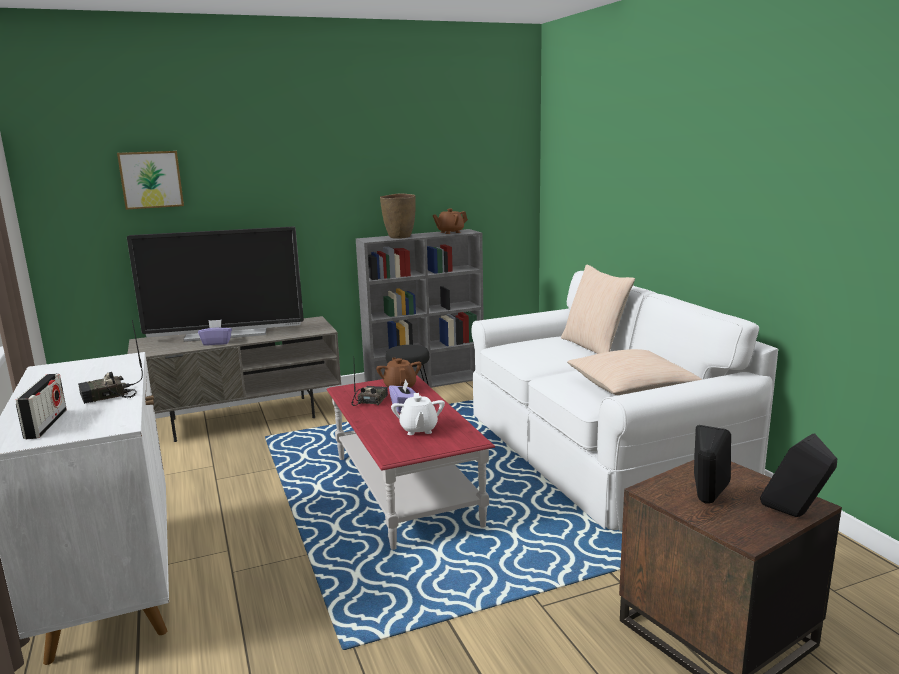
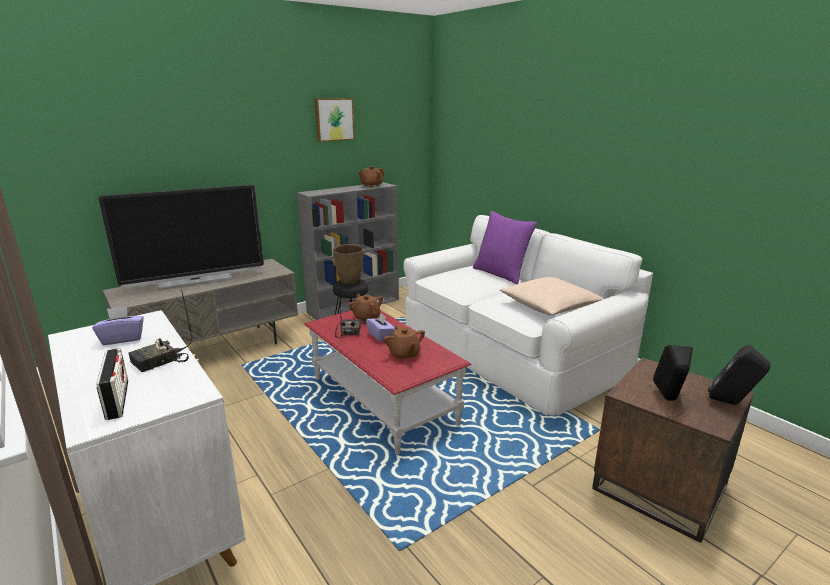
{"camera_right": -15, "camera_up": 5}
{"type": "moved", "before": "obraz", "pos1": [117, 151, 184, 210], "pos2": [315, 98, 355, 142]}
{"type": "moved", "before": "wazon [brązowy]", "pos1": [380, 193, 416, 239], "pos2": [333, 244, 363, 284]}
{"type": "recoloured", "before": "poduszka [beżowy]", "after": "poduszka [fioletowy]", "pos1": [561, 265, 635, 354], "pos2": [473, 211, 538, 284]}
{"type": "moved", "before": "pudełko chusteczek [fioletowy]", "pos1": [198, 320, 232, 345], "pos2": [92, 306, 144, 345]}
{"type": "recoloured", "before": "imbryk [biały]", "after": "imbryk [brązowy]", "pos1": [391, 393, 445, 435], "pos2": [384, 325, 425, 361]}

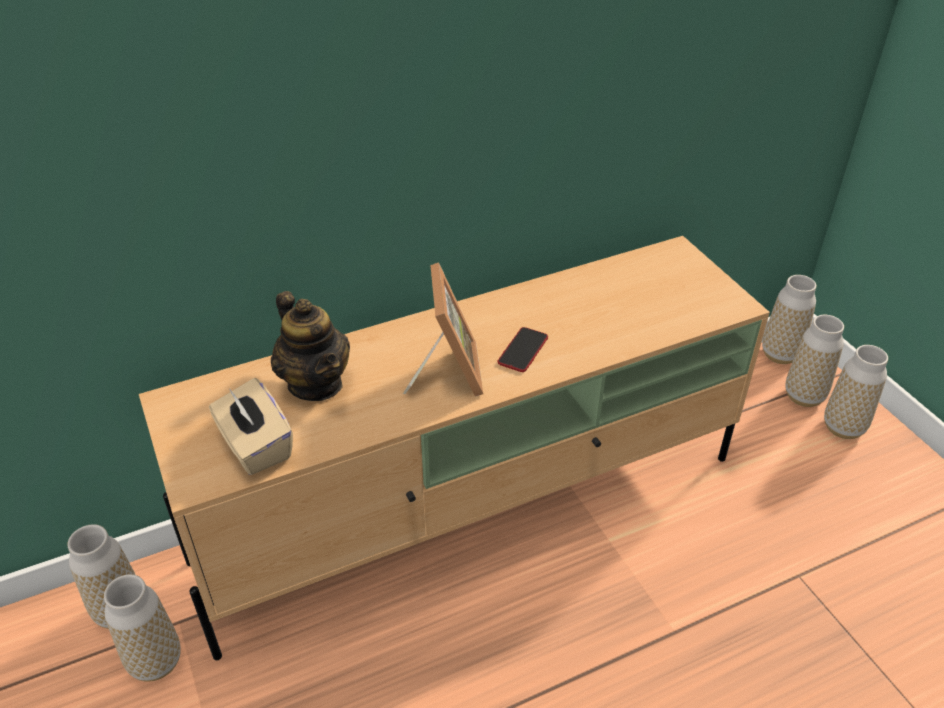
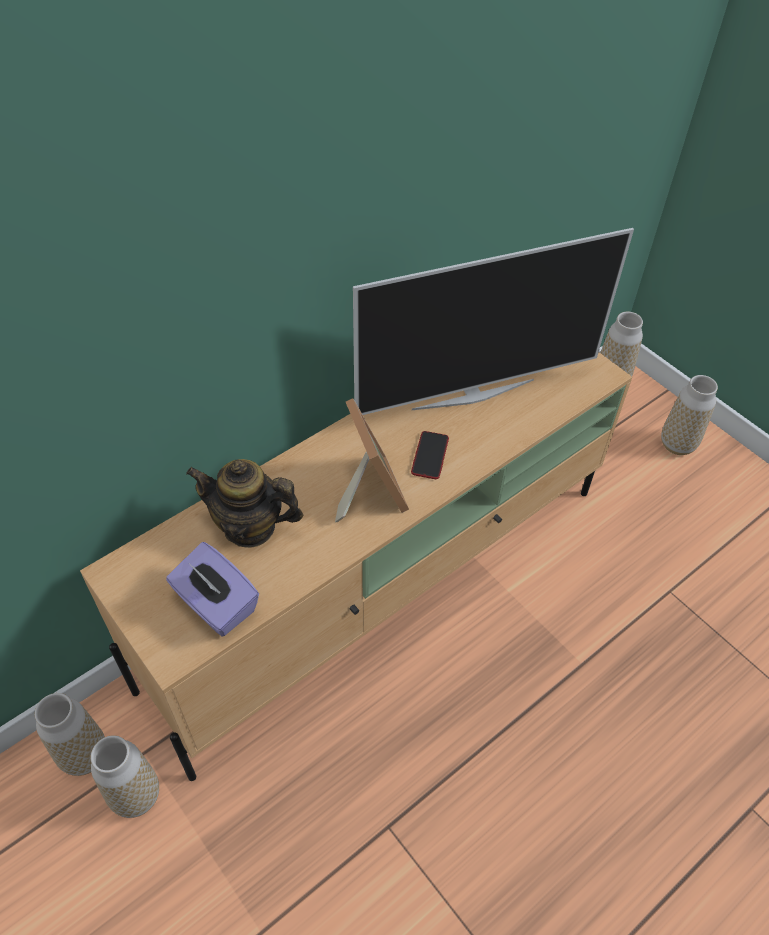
{"camera_right": -15, "camera_up": 10}
{"type": "turned", "before": "imbryk", "pos1": [271, 291, 350, 401], "pos2": [186, 459, 304, 548], "turn": 150}
{"type": "removed", "before": "wazon", "pos1": [785, 315, 844, 407]}
{"type": "recoloured", "before": "pudełko chusteczek [beżowy]", "after": "pudełko chusteczek [fioletowy]", "pos1": [209, 378, 293, 475], "pos2": [166, 542, 259, 637]}
{"type": "added", "after": "telewizor", "pos2": [353, 228, 634, 415]}

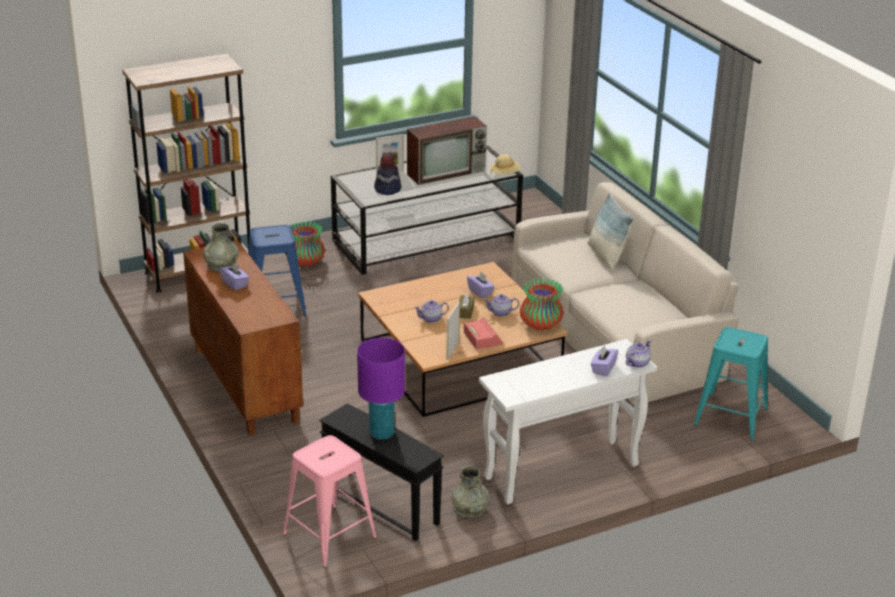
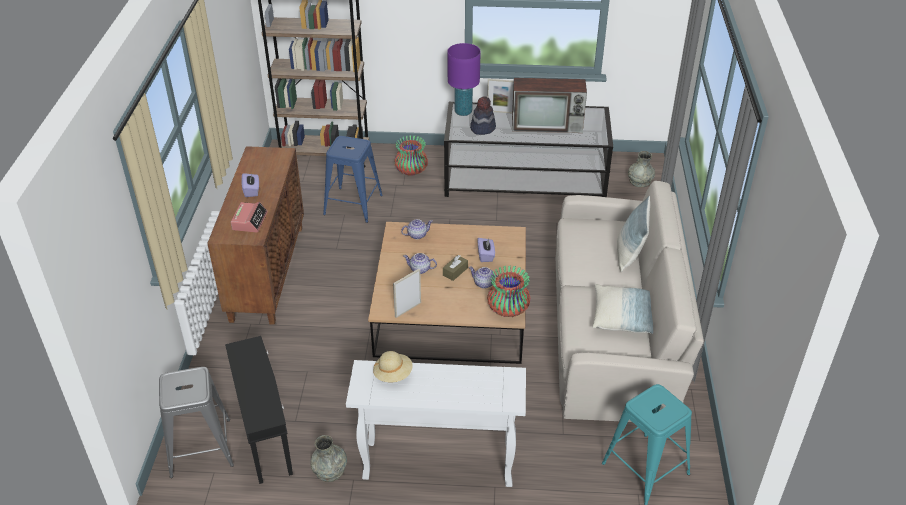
{"camera_right": 30, "camera_up": 10}
{"type": "moved", "before": "kapelusz [beżowy]", "pos1": [491, 154, 521, 174], "pos2": [373, 351, 413, 382]}
{"type": "moved", "before": "wazon [szary]", "pos1": [203, 223, 239, 272], "pos2": [628, 151, 655, 187]}
{"type": "moved", "before": "budzik", "pos1": [464, 317, 503, 349], "pos2": [231, 202, 268, 232]}
{"type": "moved", "before": "lampa stołowa [fioletowy]", "pos1": [357, 338, 405, 440], "pos2": [447, 43, 481, 116]}
{"type": "moved", "before": "imbryk", "pos1": [626, 340, 651, 368], "pos2": [401, 219, 432, 239]}
{"type": "removed", "before": "pudełko chusteczek [fioletowy]", "pos1": [591, 345, 618, 376]}
{"type": "recoloured", "before": "stołek [różowy]", "after": "stołek [szary]", "pos1": [282, 435, 377, 567], "pos2": [159, 367, 234, 478]}
{"type": "added", "after": "poduszka", "pos2": [592, 284, 653, 334]}

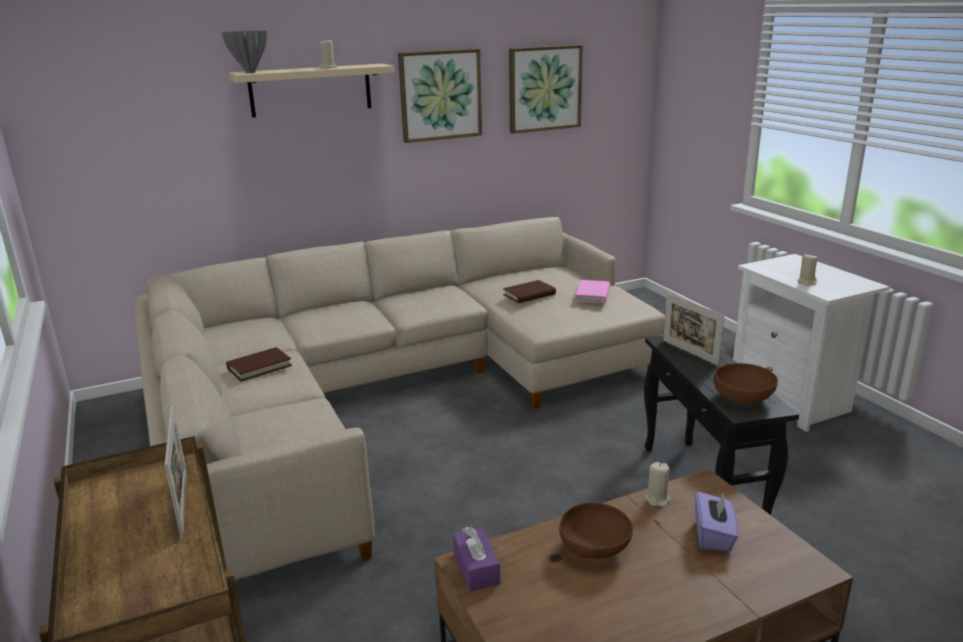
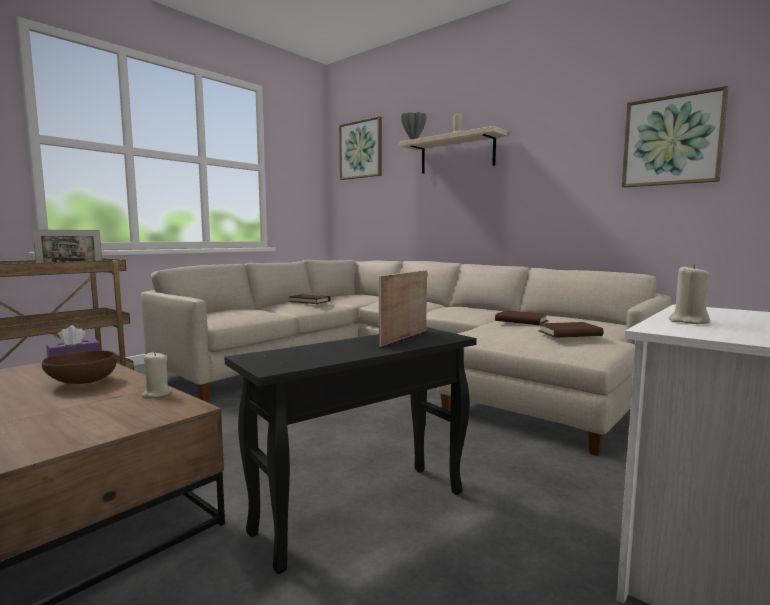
{"camera_right": 65, "camera_up": -15}
{"type": "moved", "before": "obraz", "pos1": [398, 49, 482, 143], "pos2": [339, 116, 382, 180]}
{"type": "recoloured", "before": "książka [różowy]", "after": "książka [brązowy]", "pos1": [575, 280, 610, 303], "pos2": [538, 322, 603, 338]}
{"type": "removed", "before": "miska [brązowy]", "pos1": [713, 363, 778, 405]}
{"type": "removed", "before": "pudełko chusteczek [fioletowy]", "pos1": [695, 491, 738, 552]}

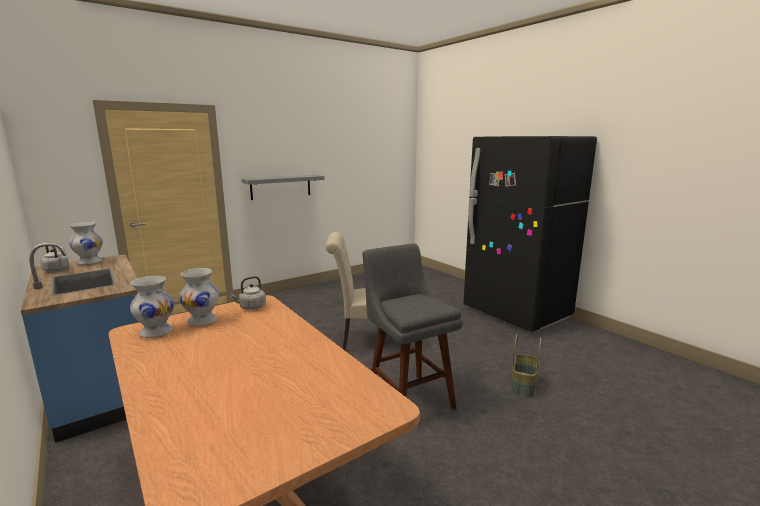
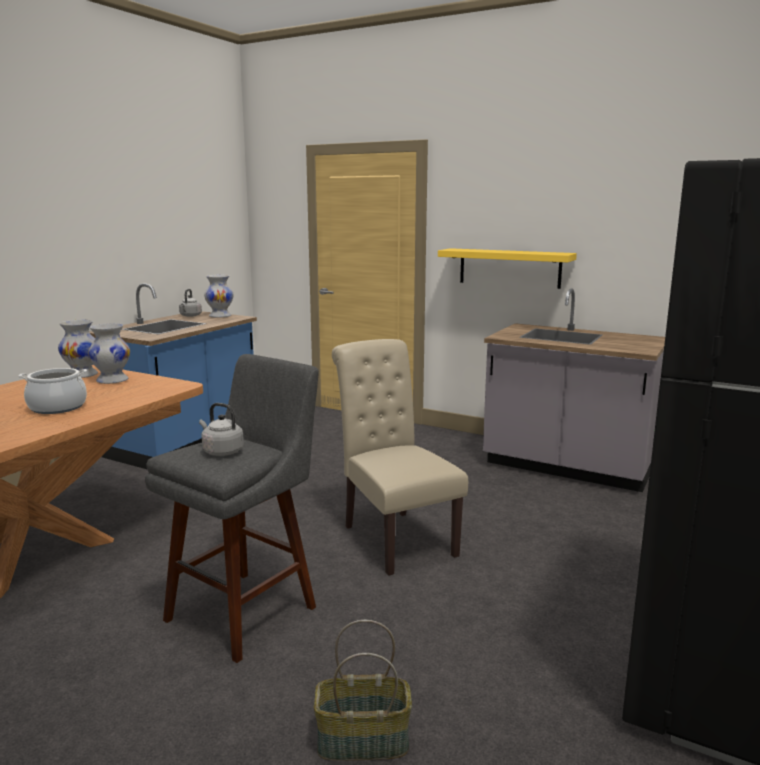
{"camera_right": 65, "camera_up": 0}
{"type": "recoloured", "before": "półka [szary]", "after": "półka [żółty]", "pos1": [241, 175, 324, 200], "pos2": [438, 248, 577, 289]}
{"type": "moved", "before": "czajnik [szary]", "pos1": [230, 276, 266, 310], "pos2": [199, 403, 244, 456]}
{"type": "added", "after": "zabudowa kuchenna [szary]", "pos2": [483, 288, 665, 492]}
{"type": "added", "after": "garnek", "pos2": [18, 368, 87, 414]}

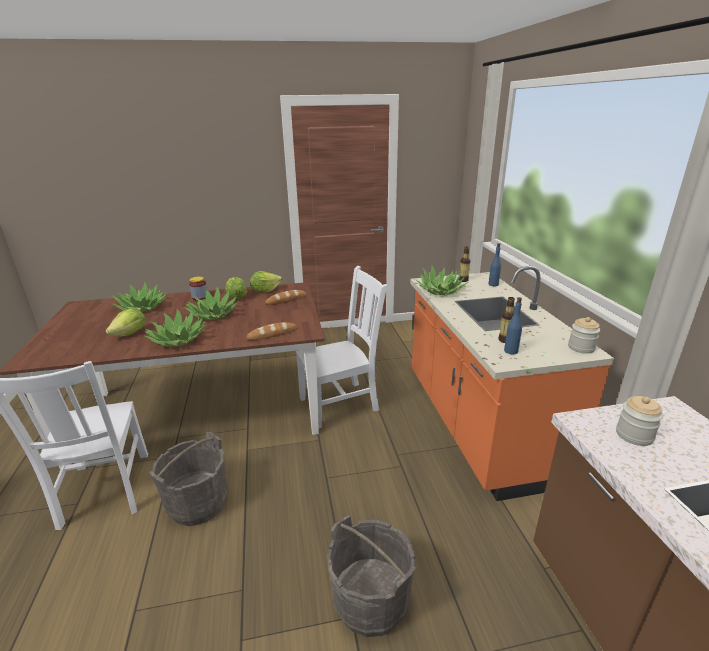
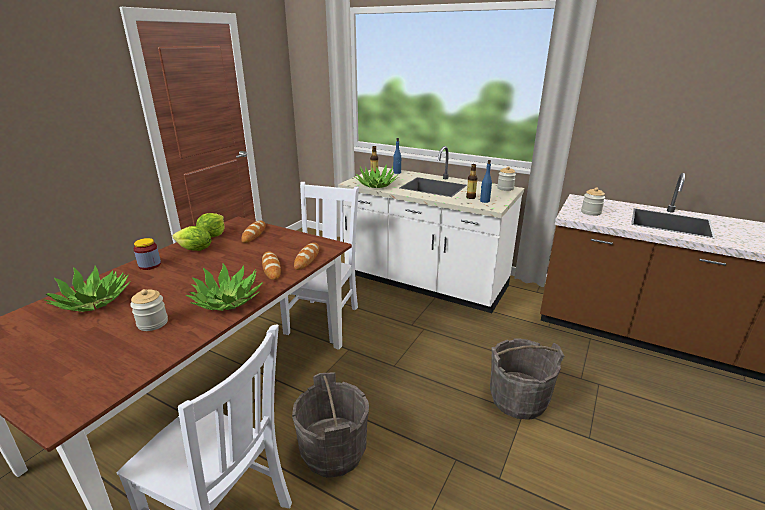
{"camera_right": -50, "camera_up": 0}
{"type": "recoloured", "before": "zabudowa kuchenna [pomarańczowy]", "after": "zabudowa kuchenna [biały]", "pos1": [410, 266, 614, 501], "pos2": [338, 146, 524, 313]}
{"type": "removed", "before": "roślina doniczkowa", "pos1": [184, 287, 239, 320]}
{"type": "replaced", "before": "sałata", "after": "słoik", "pos1": [105, 308, 145, 336], "pos2": [130, 289, 168, 331]}
{"type": "added", "after": "chleb", "pos2": [262, 251, 281, 280]}

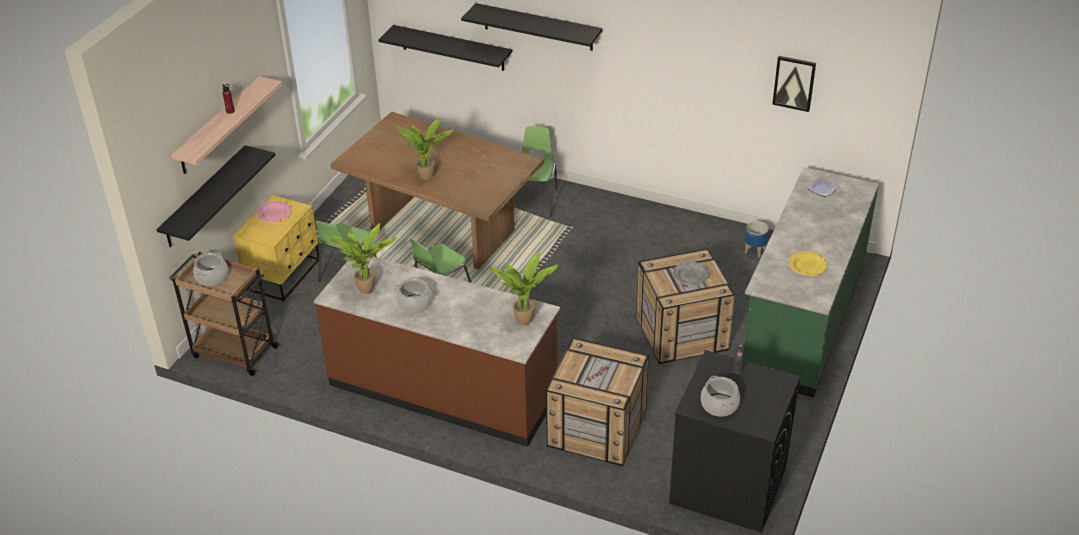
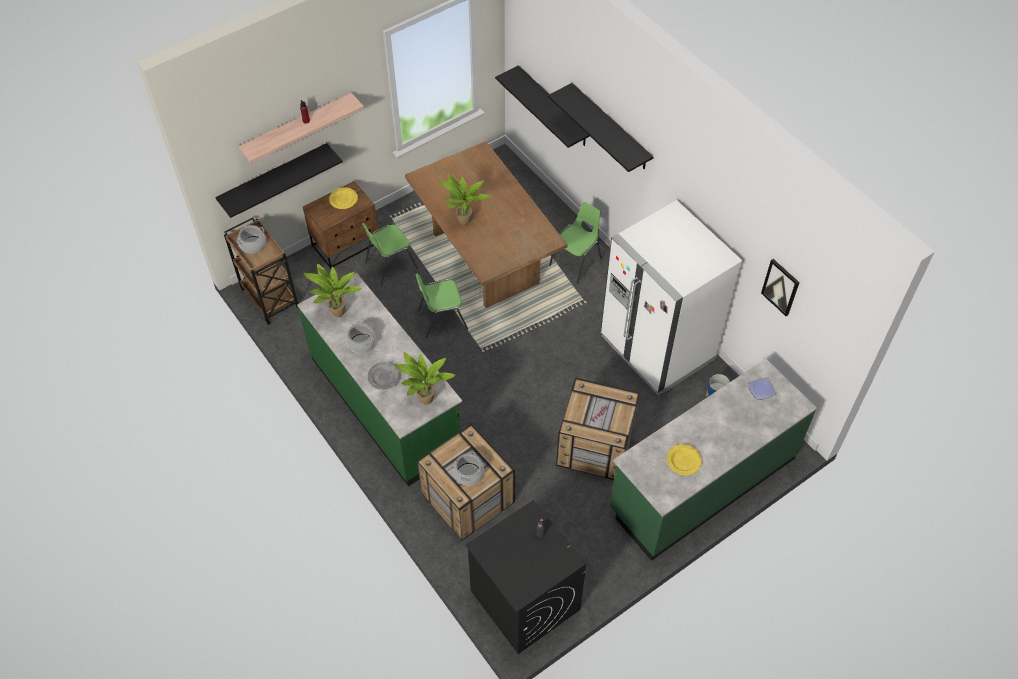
{"camera_right": 30, "camera_up": 15}
{"type": "recoloured", "before": "szafka nocna [żółty]", "after": "szafka nocna [brązowy]", "pos1": [233, 195, 319, 302], "pos2": [303, 181, 378, 269]}
{"type": "recoloured", "before": "talerz [różowy]", "after": "talerz [żółty]", "pos1": [257, 201, 291, 222], "pos2": [329, 187, 358, 209]}
{"type": "recoloured", "before": "zabudowa kuchenna [brązowy]", "after": "zabudowa kuchenna [zielony]", "pos1": [314, 255, 560, 447], "pos2": [297, 273, 462, 486]}
{"type": "moved", "before": "talerz [szary]", "pos1": [673, 261, 710, 285], "pos2": [367, 362, 401, 390]}
{"type": "moved", "before": "garnek", "pos1": [701, 376, 740, 417], "pos2": [453, 452, 484, 486]}
{"type": "added", "after": "lodówka [biały]", "pos2": [600, 200, 743, 395]}

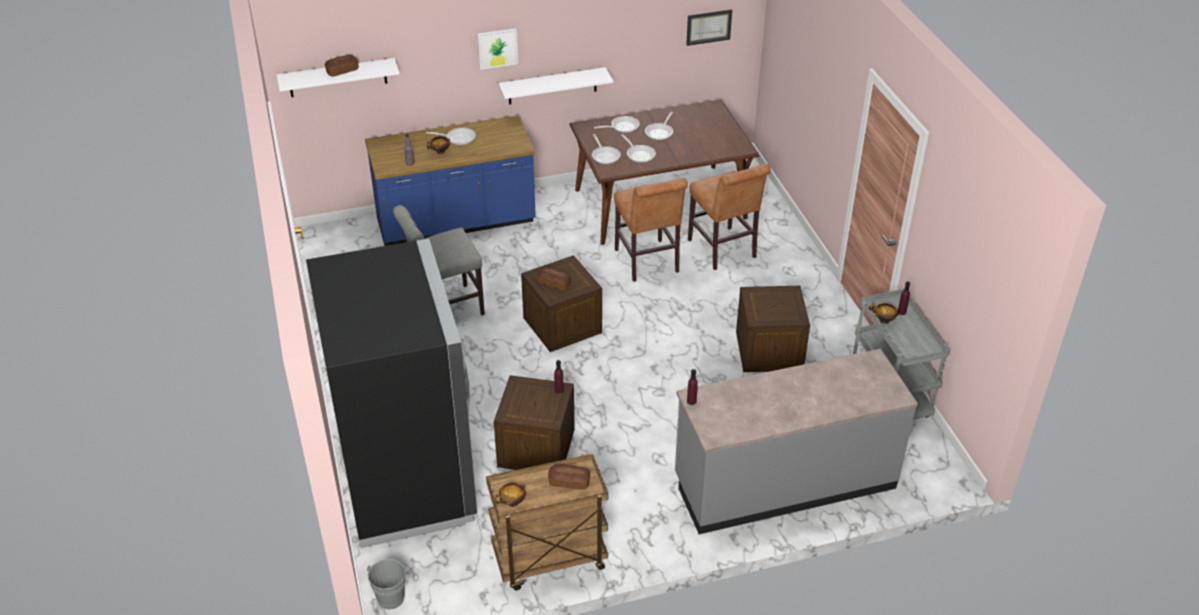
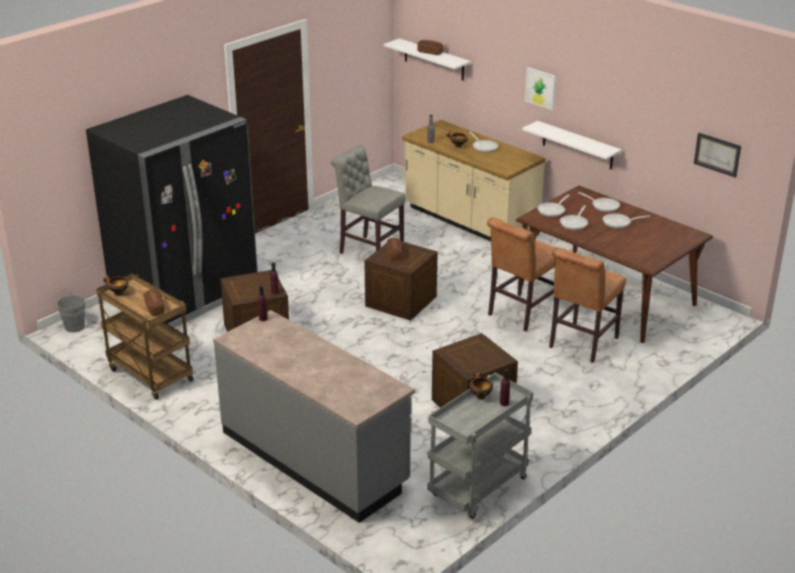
{"camera_right": 60, "camera_up": -10}
{"type": "recoloured", "before": "zabudowa kuchenna [niebieski]", "after": "zabudowa kuchenna [beżowy]", "pos1": [365, 115, 536, 246], "pos2": [402, 120, 546, 241]}

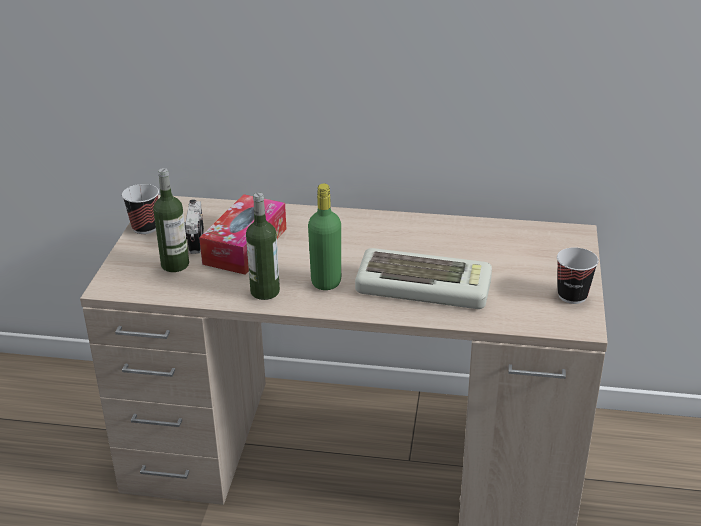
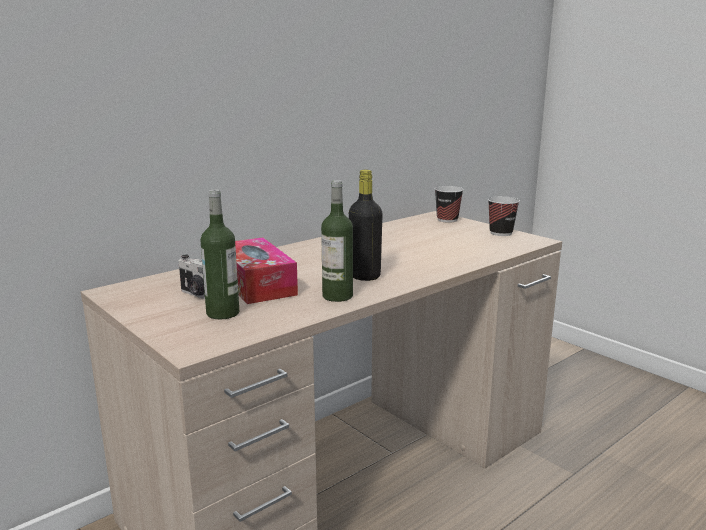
{"camera_right": -50, "camera_up": -15}
{"type": "moved", "before": "filiżanka", "pos1": [122, 184, 159, 234], "pos2": [435, 186, 464, 223]}
{"type": "recoloured", "before": "butelka [zielony]", "after": "butelka [czarny]", "pos1": [308, 184, 341, 290], "pos2": [349, 170, 383, 281]}
{"type": "removed", "before": "klawiatura", "pos1": [355, 248, 492, 309]}

